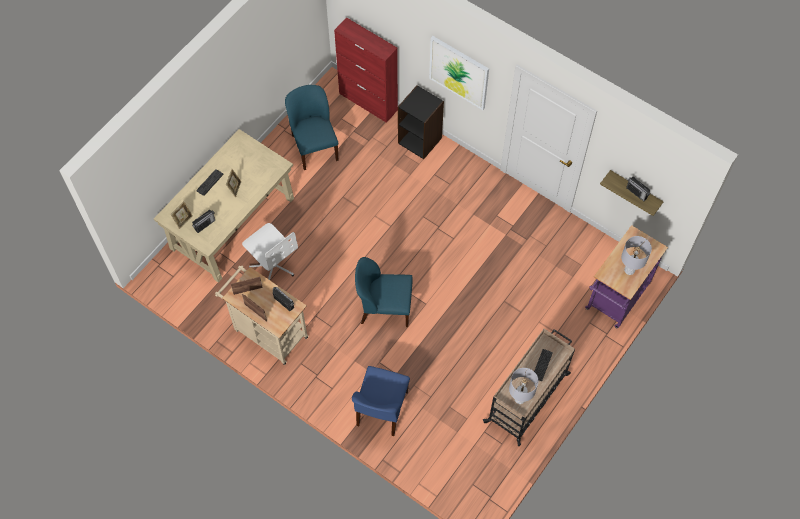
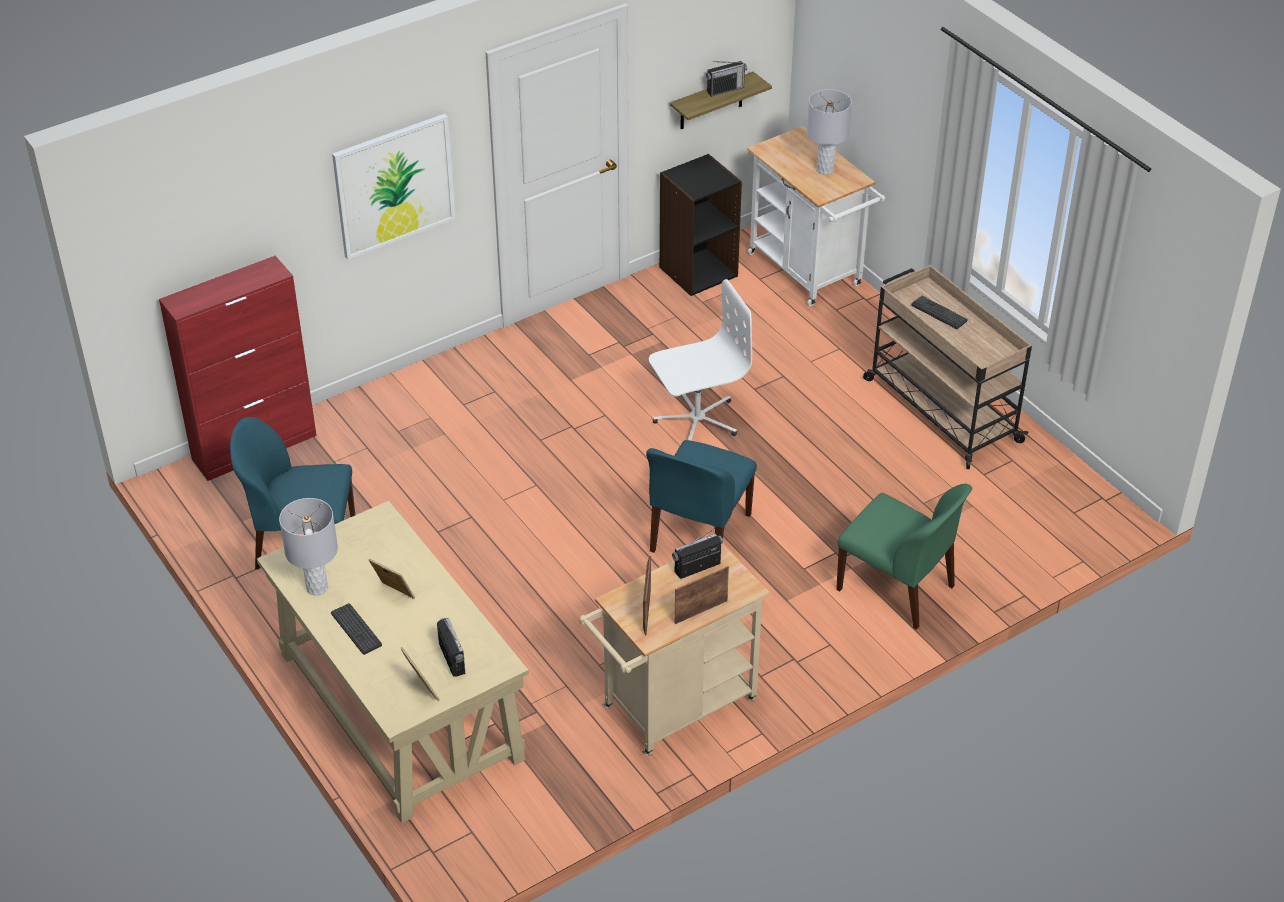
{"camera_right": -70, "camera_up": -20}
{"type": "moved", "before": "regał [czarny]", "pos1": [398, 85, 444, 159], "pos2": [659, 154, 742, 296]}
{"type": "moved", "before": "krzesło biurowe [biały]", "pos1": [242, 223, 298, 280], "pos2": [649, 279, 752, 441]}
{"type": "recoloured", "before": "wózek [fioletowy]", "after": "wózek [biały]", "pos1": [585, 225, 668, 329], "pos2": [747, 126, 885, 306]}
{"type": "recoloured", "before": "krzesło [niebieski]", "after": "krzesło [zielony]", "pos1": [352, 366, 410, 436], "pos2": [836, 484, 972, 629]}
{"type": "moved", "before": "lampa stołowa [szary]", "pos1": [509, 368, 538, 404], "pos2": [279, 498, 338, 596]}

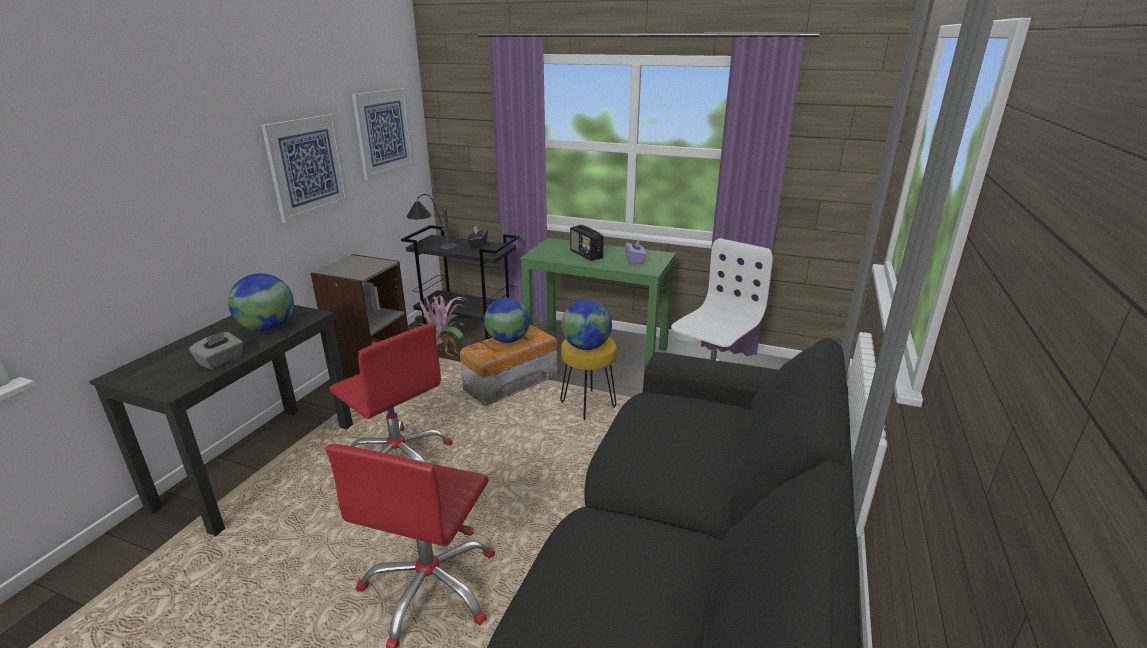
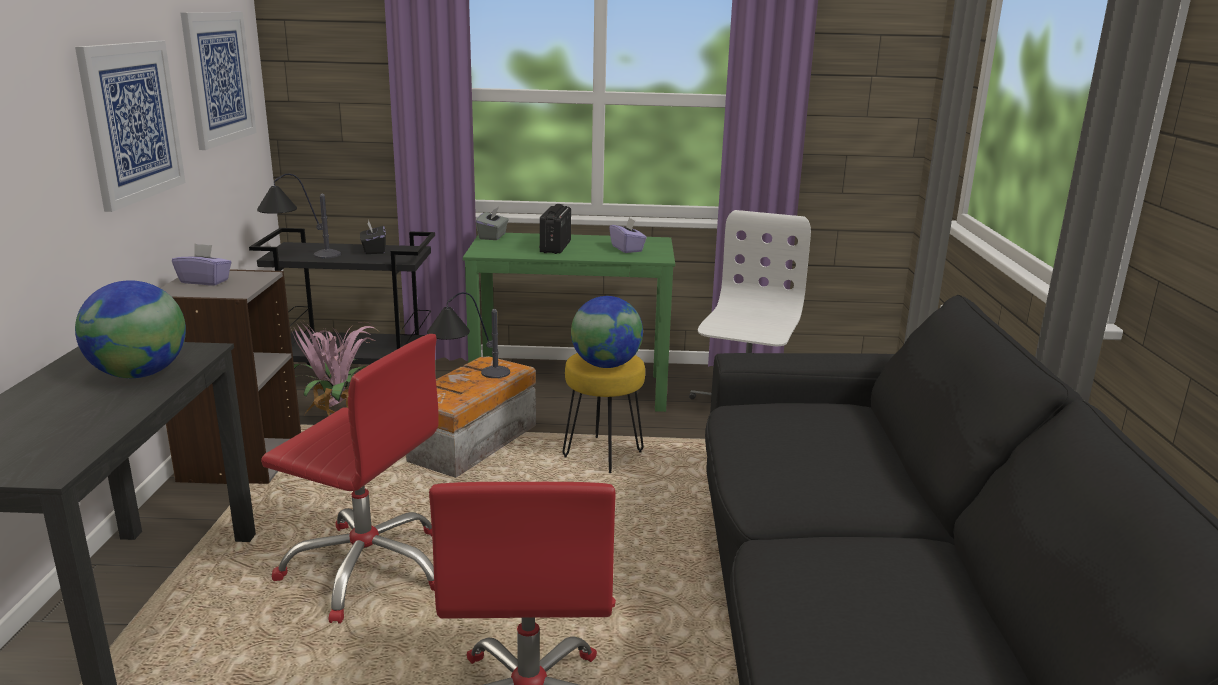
{"camera_right": -20, "camera_up": -5}
{"type": "turned", "before": "radio", "pos1": [570, 225, 604, 261], "pos2": [539, 204, 571, 254], "turn": 60}
{"type": "replaced", "before": "globus", "after": "lampa stołowa", "pos1": [484, 298, 530, 343], "pos2": [427, 292, 510, 378]}
{"type": "moved", "before": "pudełko chusteczek [szary]", "pos1": [189, 331, 243, 370], "pos2": [476, 207, 509, 240]}
{"type": "added", "after": "pudełko chusteczek [fioletowy]", "pos2": [172, 243, 232, 286]}

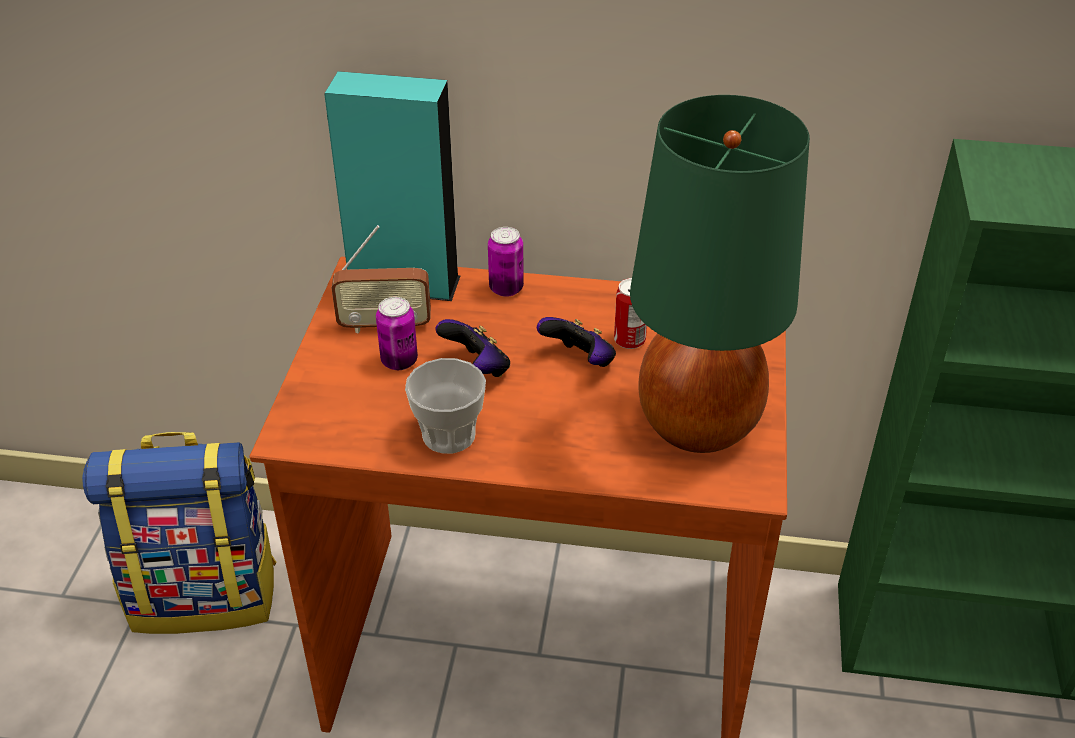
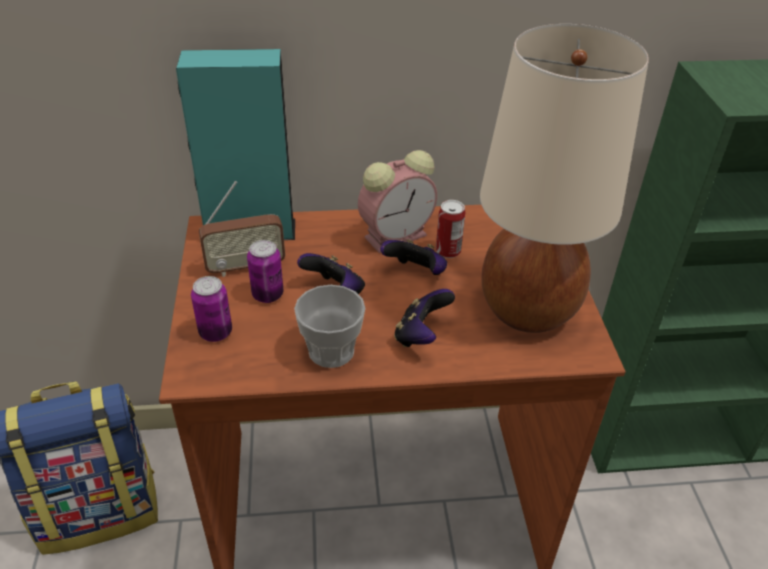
{"camera_right": -15, "camera_up": 0}
{"type": "recoloured", "before": "lampa stołowa [zielony]", "after": "lampa stołowa [beżowy]", "pos1": [630, 95, 810, 453], "pos2": [480, 24, 649, 333]}
{"type": "moved", "before": "puszka", "pos1": [488, 227, 524, 297], "pos2": [191, 276, 232, 342]}
{"type": "added", "after": "budzik", "pos2": [358, 150, 437, 253]}
{"type": "added", "after": "pad do gier", "pos2": [394, 289, 455, 347]}

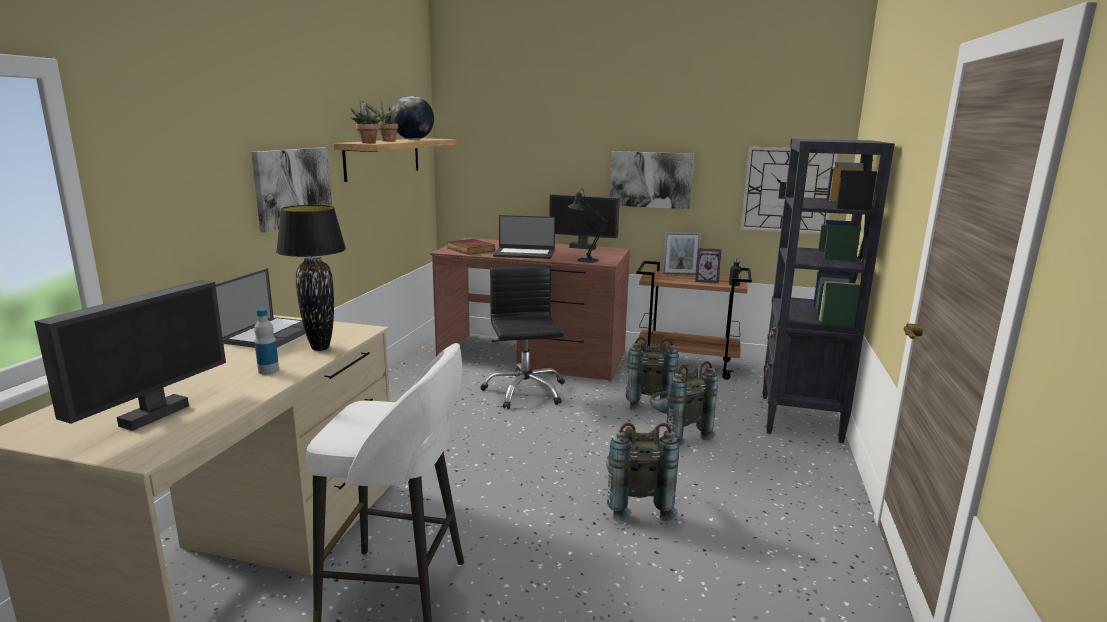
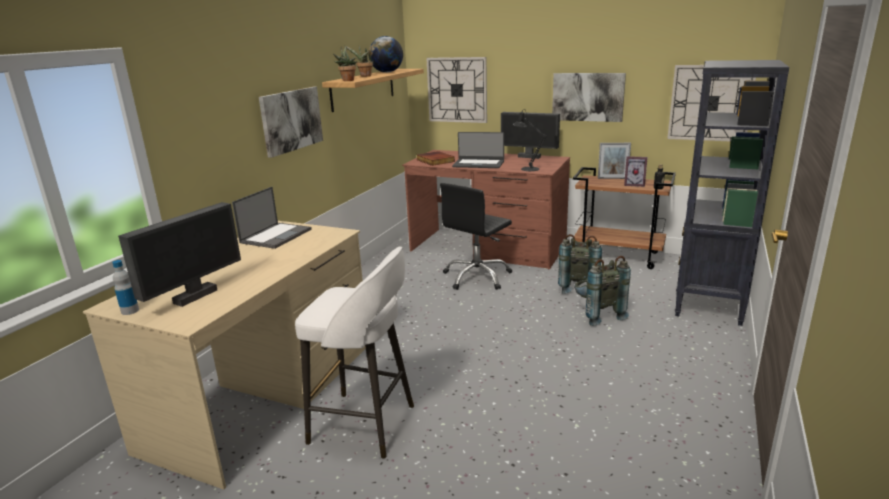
{"camera_right": 10, "camera_up": 5}
{"type": "removed", "before": "lampa stołowa [czarny]", "pos1": [276, 205, 346, 351]}
{"type": "turned", "before": "krzesło biurowe [czarny]", "pos1": [480, 266, 565, 409], "pos2": [440, 183, 512, 290], "turn": -135}
{"type": "moved", "before": "butelka", "pos1": [254, 308, 279, 375], "pos2": [112, 260, 139, 315]}
{"type": "removed", "before": "plecak [szary]", "pos1": [606, 423, 679, 521]}
{"type": "added", "after": "zegar ścienny", "pos2": [426, 57, 487, 123]}

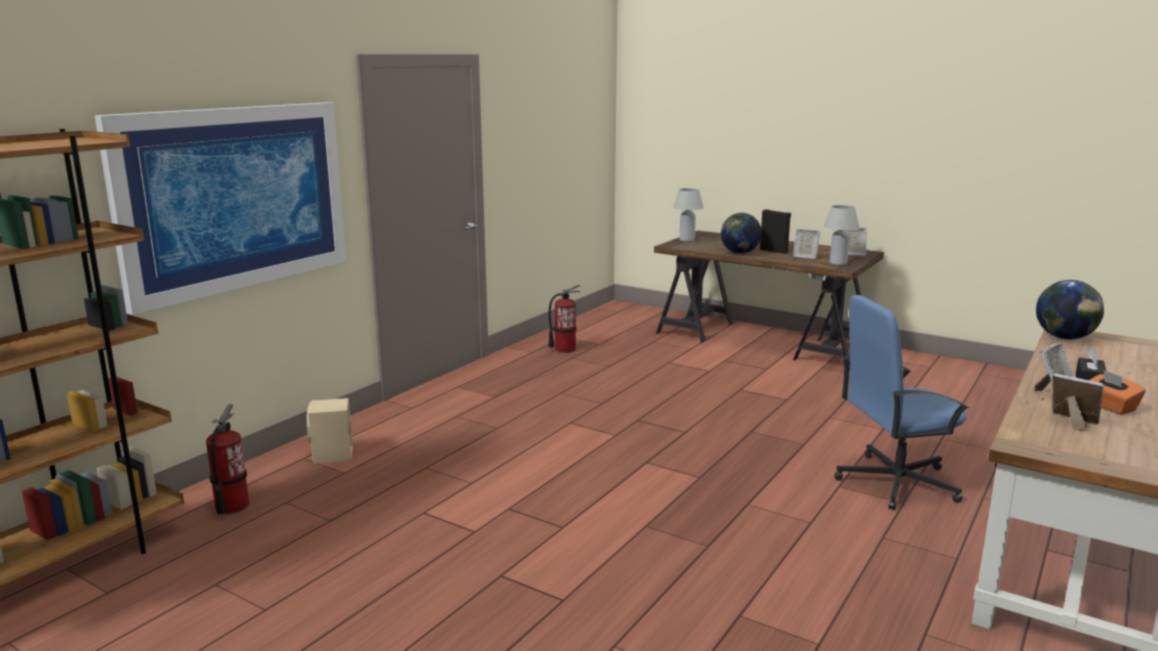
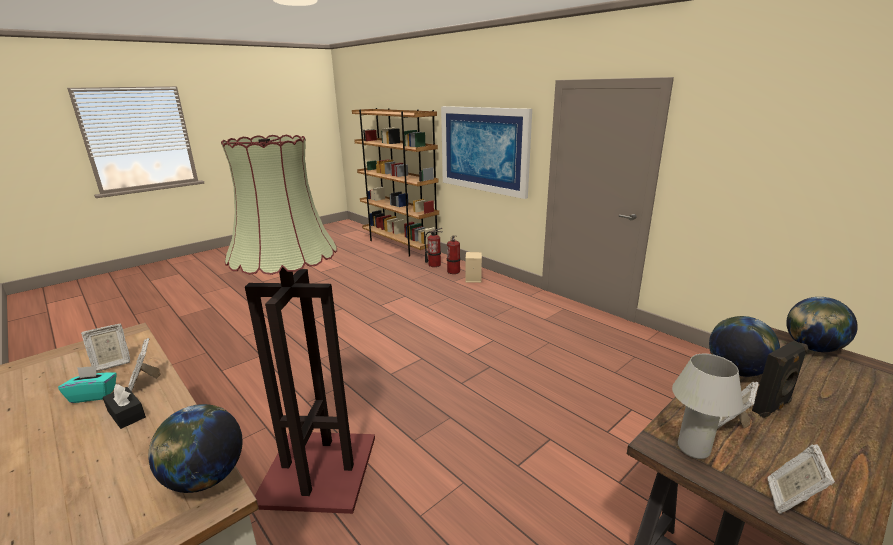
{"camera_right": 105, "camera_up": 5}
{"type": "replaced", "before": "lampa stołowa [biały]", "after": "globus", "pos1": [673, 188, 704, 242], "pos2": [786, 297, 858, 352]}
{"type": "moved", "before": "gaśnica", "pos1": [549, 285, 580, 353], "pos2": [447, 235, 461, 274]}
{"type": "replaced", "before": "krzesło biurowe [niebieski]", "after": "lampa stojąca", "pos1": [835, 295, 969, 510], "pos2": [221, 135, 375, 514]}
{"type": "recoloured", "before": "pudełko chusteczek [pomarańczowy]", "after": "pudełko chusteczek [turkusowy]", "pos1": [1090, 370, 1146, 415], "pos2": [58, 366, 117, 403]}

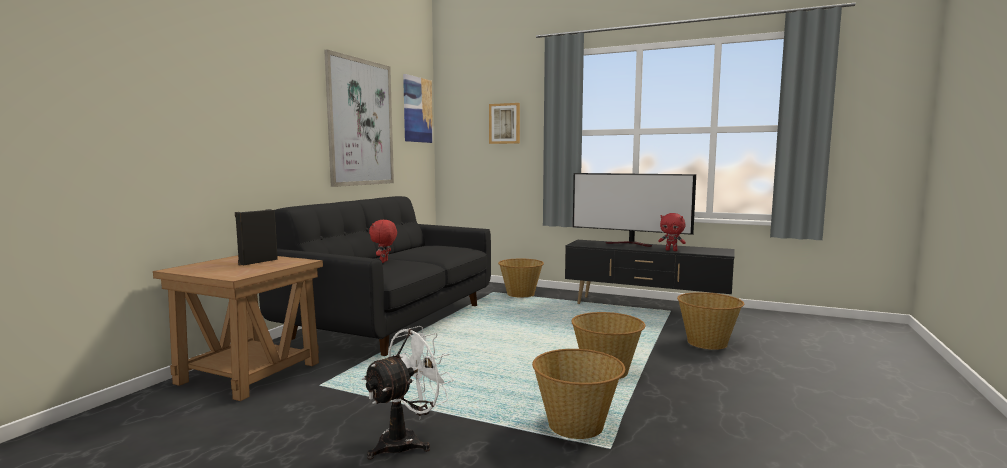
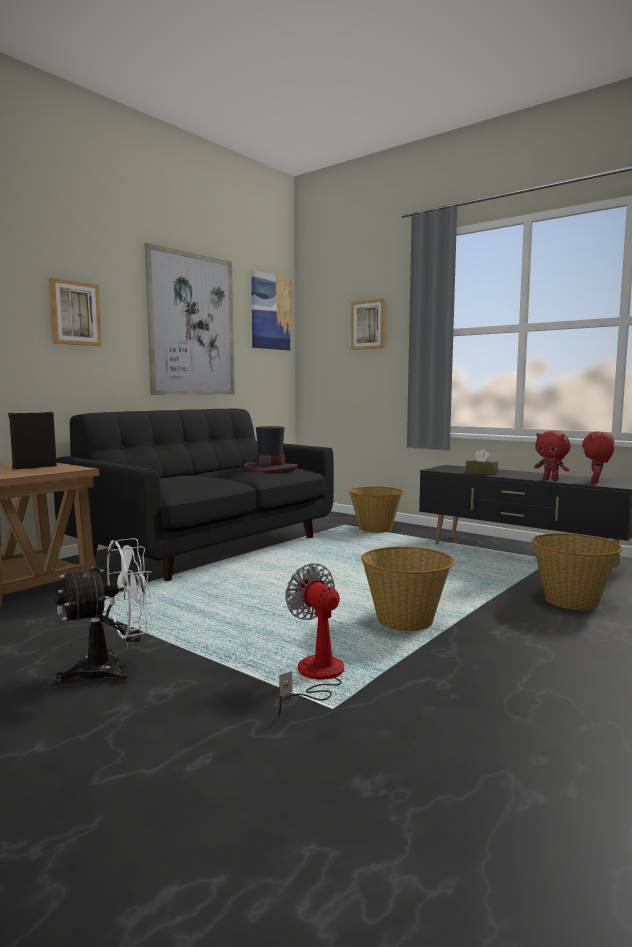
{"camera_right": 15, "camera_up": 0}
{"type": "removed", "before": "telewizor", "pos1": [573, 173, 696, 247]}
{"type": "moved", "before": "pluszak [czerwony]", "pos1": [369, 220, 397, 263], "pos2": [582, 431, 614, 483]}
{"type": "replaced", "before": "koszyk", "after": "wentylator", "pos1": [532, 349, 625, 439], "pos2": [275, 563, 344, 717]}
{"type": "added", "after": "obraz", "pos2": [49, 278, 102, 346]}
{"type": "added", "after": "kapelusz", "pos2": [243, 426, 298, 472]}
{"type": "added", "after": "pudełko chusteczek [brązowy]", "pos2": [466, 449, 498, 475]}

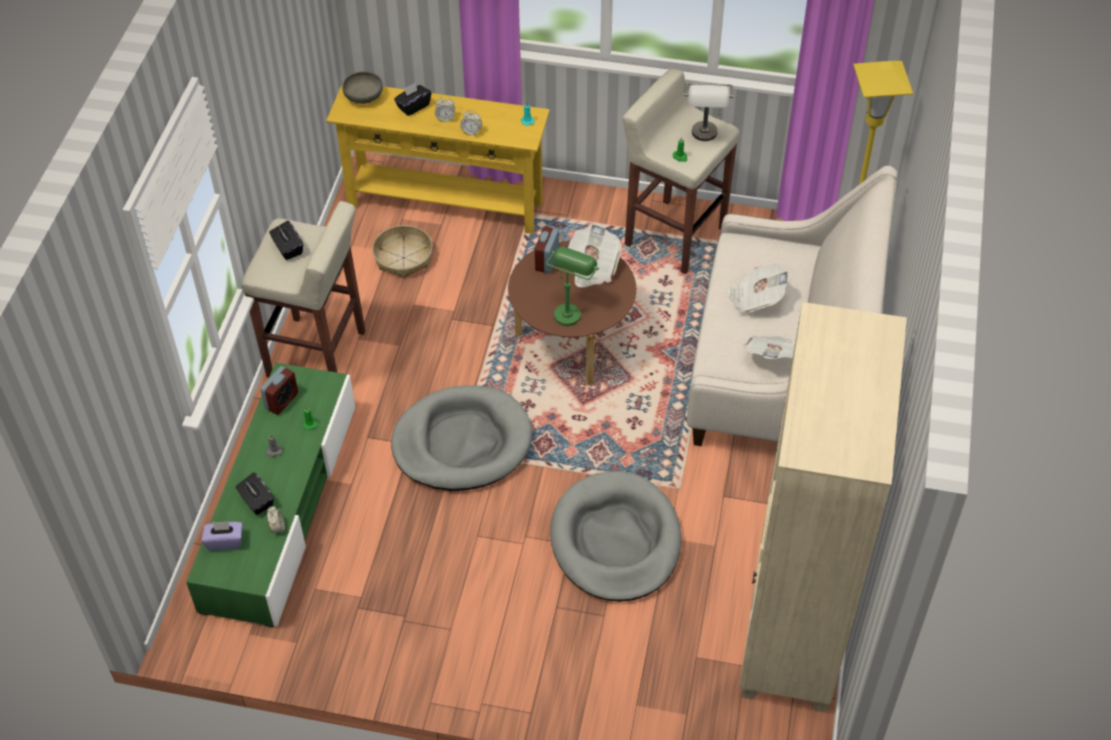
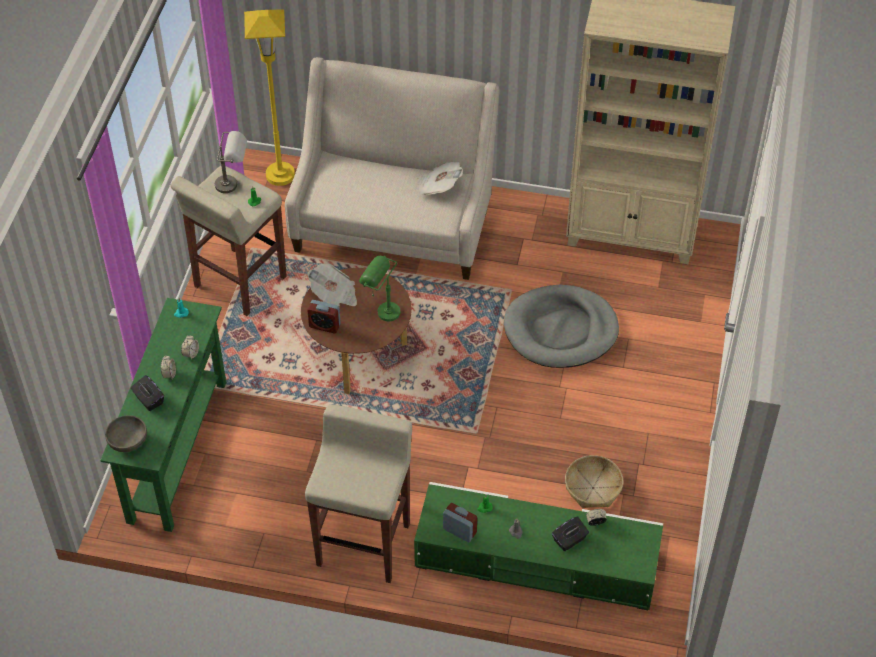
{"camera_right": -90, "camera_up": 0}
{"type": "recoloured", "before": "stolik konsolowy [żółty]", "after": "stolik konsolowy [zielony]", "pos1": [326, 83, 550, 234], "pos2": [100, 298, 226, 532]}
{"type": "removed", "before": "pudełko chusteczek [czarny]", "pos1": [269, 221, 303, 260]}
{"type": "moved", "before": "koszyk", "pos1": [372, 225, 433, 279], "pos2": [565, 455, 623, 508]}
{"type": "removed", "before": "gazeta", "pos1": [726, 263, 791, 314]}
{"type": "removed", "before": "legowisko [szary]", "pos1": [391, 385, 532, 491]}
{"type": "removed", "before": "pudełko chusteczek [fioletowy]", "pos1": [202, 522, 243, 551]}

